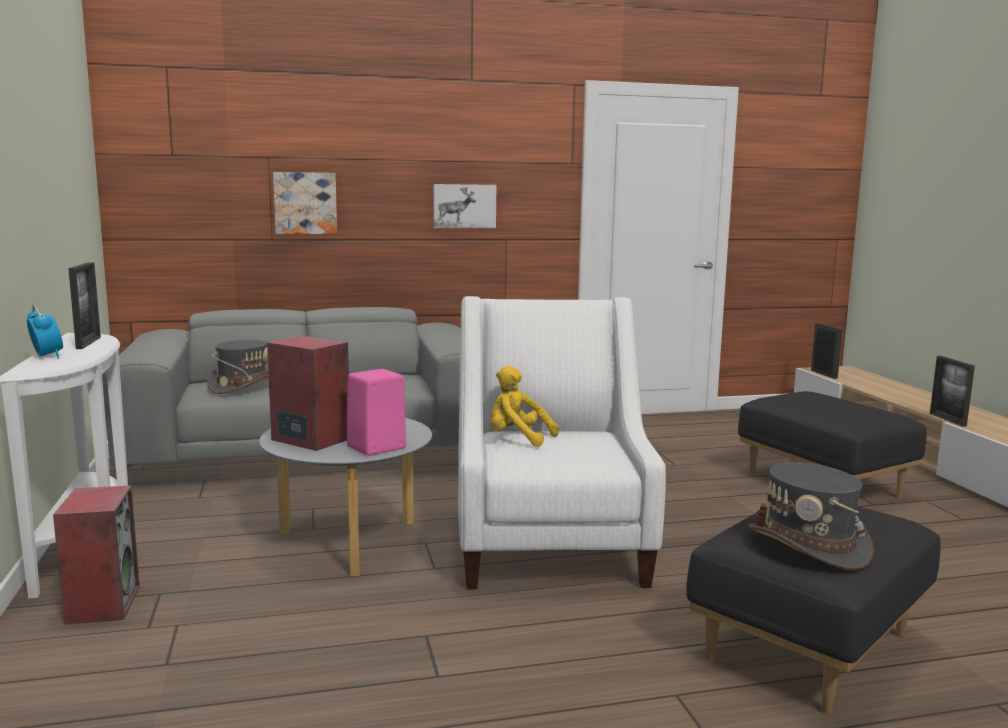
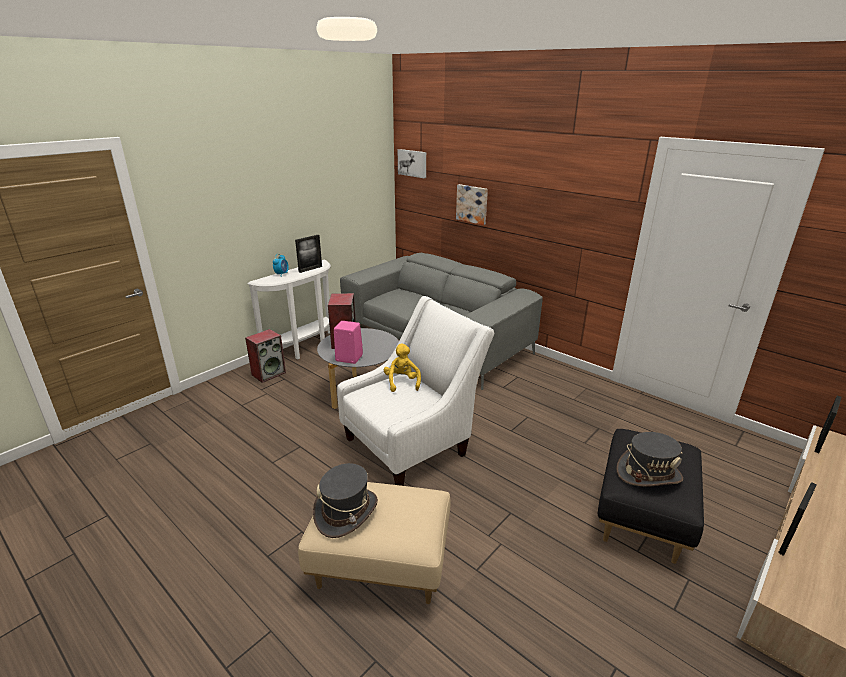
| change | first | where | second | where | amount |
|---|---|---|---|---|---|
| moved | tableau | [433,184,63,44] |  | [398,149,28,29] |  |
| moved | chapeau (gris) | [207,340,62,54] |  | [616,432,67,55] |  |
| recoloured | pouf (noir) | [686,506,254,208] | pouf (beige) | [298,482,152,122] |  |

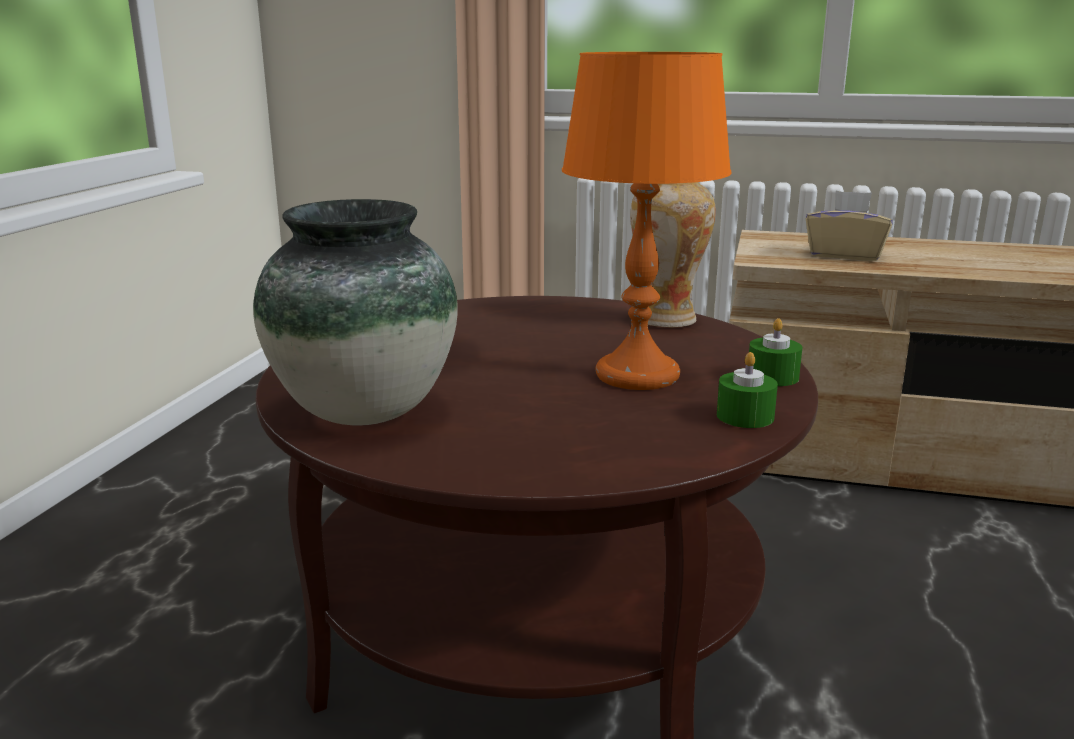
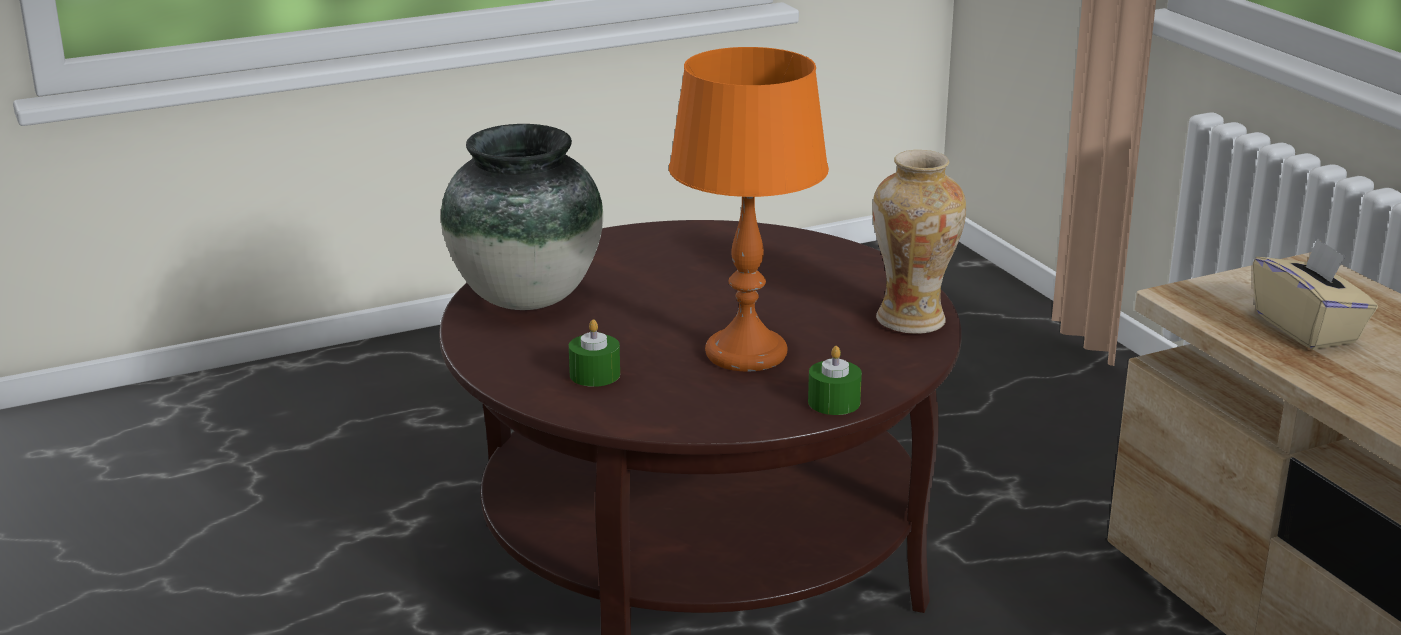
| change | first | where | second | where | amount |
|---|---|---|---|---|---|
| moved | bougie (vert) | [717,352,61,76] |  | [569,319,51,68] |  |

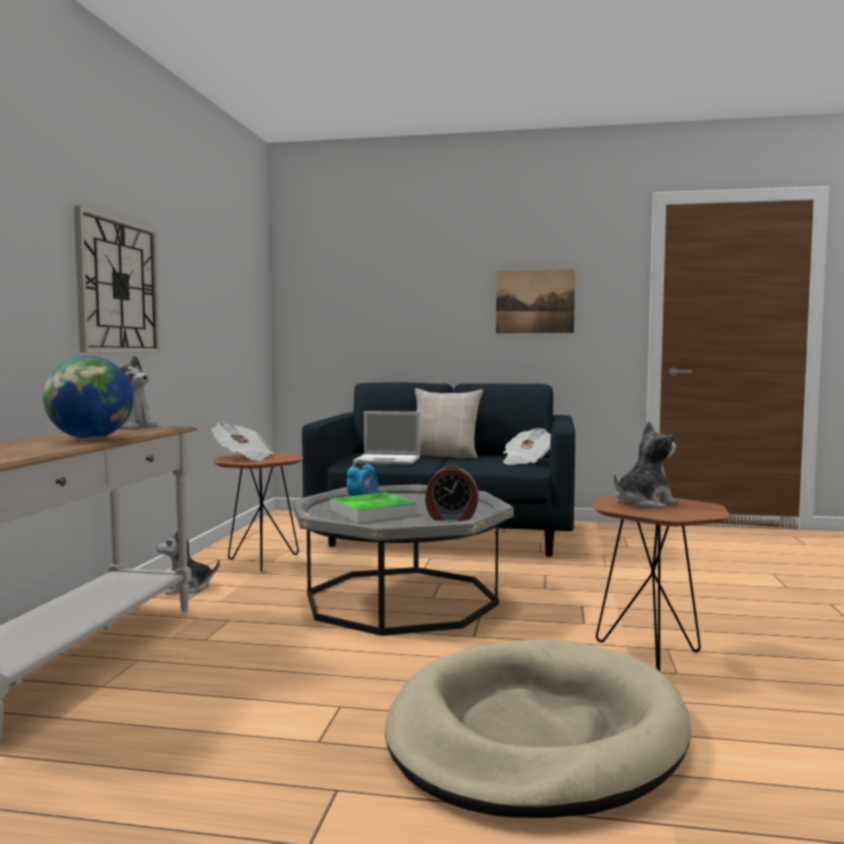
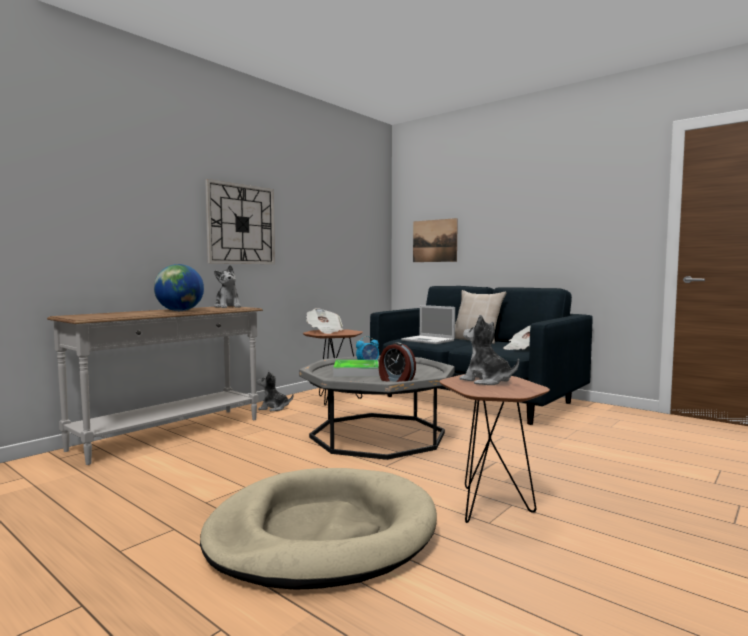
| change | first | where | second | where | amount |
|---|---|---|---|---|---|
| moved | tableau | [496,270,79,63] |  | [413,218,45,44] |  |
| turned | peluche | [614,421,64,87] |  | [460,315,59,70] | 135 degrees counterclockwise |

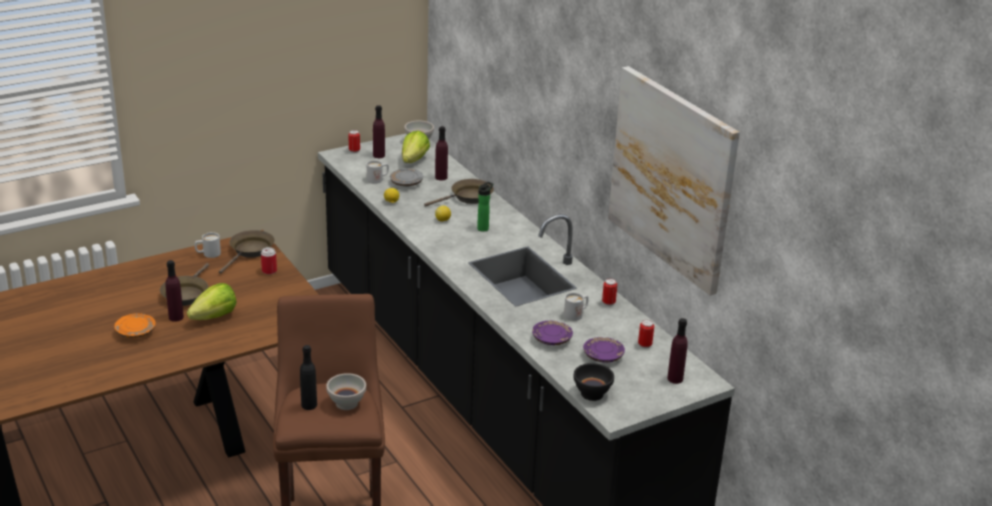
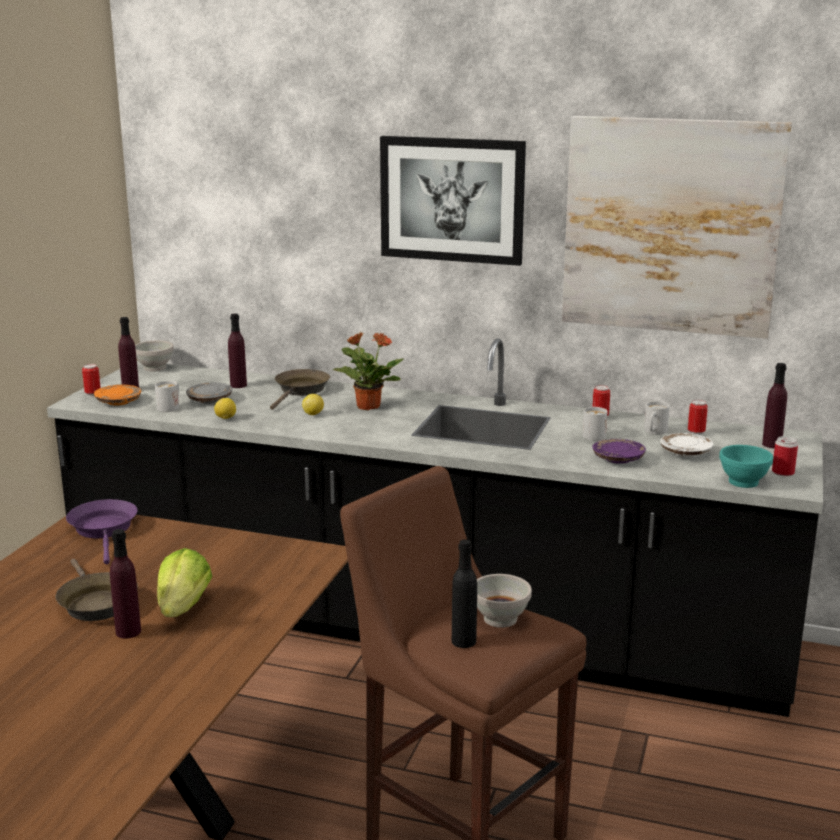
| change | first | where | second | where | amount |
|---|---|---|---|---|---|
| removed | laitue | [402,131,28,32] |  |  |  |
| replaced | bouteille | [477,182,16,50] | plante en pot | [333,332,70,79] |  |
| recoloured | poêle (marron) | [219,230,56,44] | poêle (violet) | [66,499,72,65] |  |
| moved | mug (blanc) | [195,232,26,26] |  | [644,401,26,34] |  |
| moved | boîte métallique | [261,247,16,27] |  | [772,436,26,40] |  |
| moved | assiette (orange) | [114,313,42,25] |  | [94,385,47,21] |  |
| recoloured | assiette (violet) | [583,337,42,26] | assiette (blanc) | [660,433,53,25] |  |
| recoloured | bol (noir) | [573,363,41,38] | bol (turquoise) | [719,445,54,43] |  |
| added |  |  | tableau | [380,136,146,130] |  |

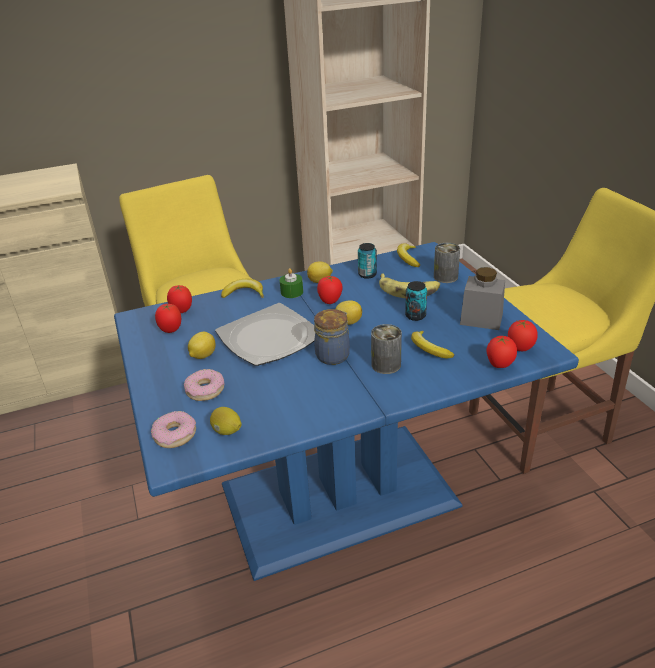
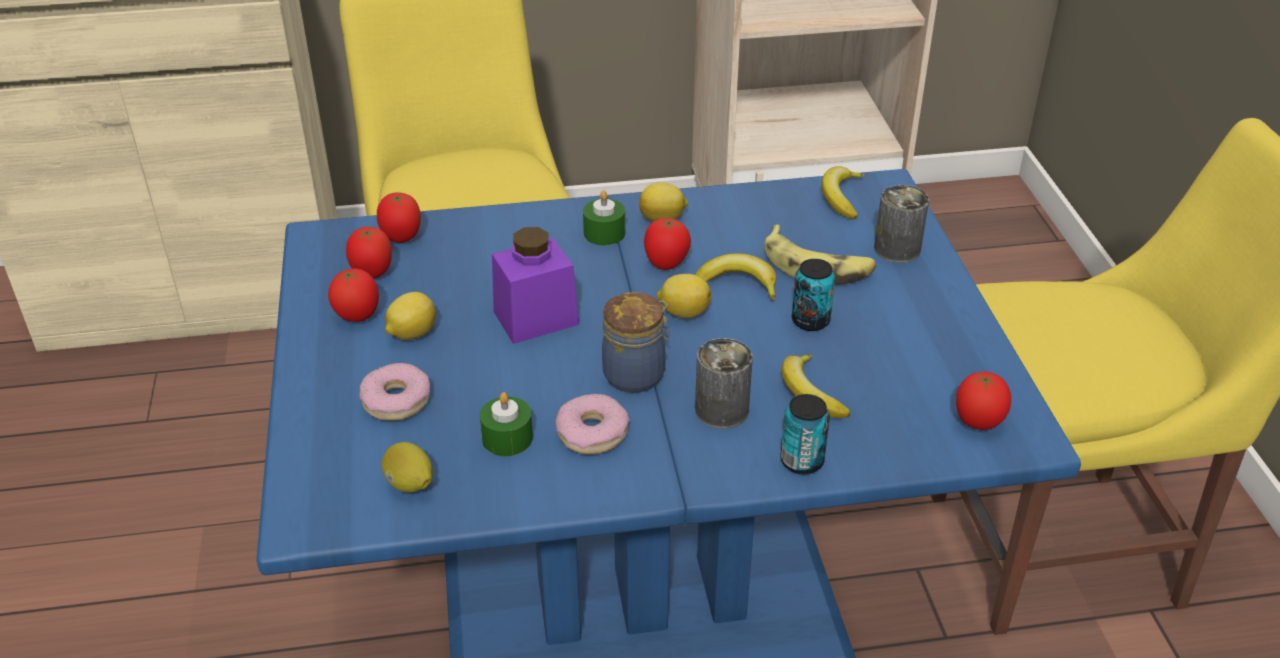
| change | first | where | second | where | amount |
|---|---|---|---|---|---|
| moved | boîte métallique | [358,243,19,36] |  | [780,394,50,80] |  |
| removed | bocal (gris) | [460,267,45,63] |  |  |  |
| moved | banane | [221,279,43,19] |  | [695,253,81,48] |  |
| replaced | assiette | [215,303,100,63] | bocal (violet) | [492,227,87,117] |  |
| moved | tomate | [487,336,30,32] |  | [328,269,51,53] |  |
| moved | beignet | [151,411,45,37] |  | [556,394,73,61] |  |
| added |  |  | bougie (vert) | [479,392,54,64] |  |

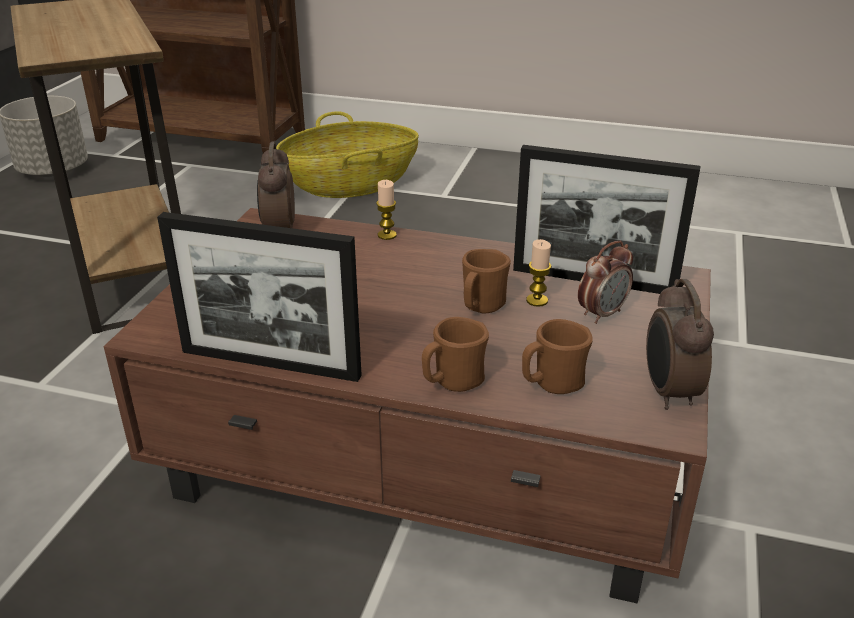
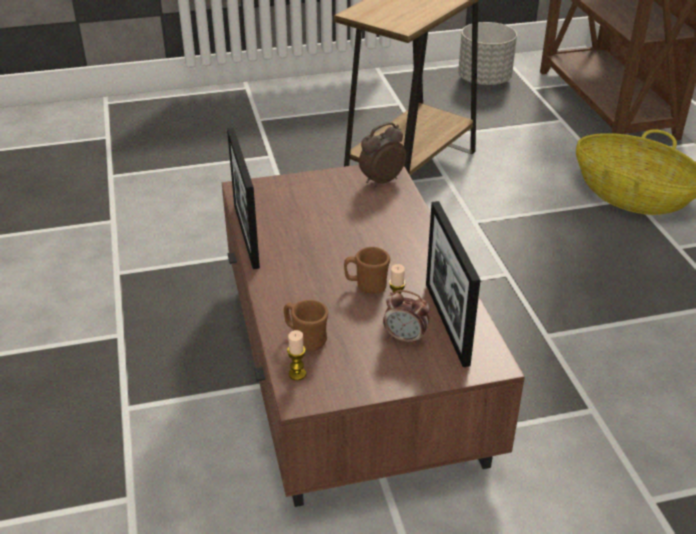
| change | first | where | second | where | amount |
|---|---|---|---|---|---|
| moved | bougie | [376,180,21,60] |  | [287,330,19,50] |  |
| removed | réveil | [646,279,68,131] |  |  |  |
| removed | mug (marron) | [422,317,67,75] |  |  |  |

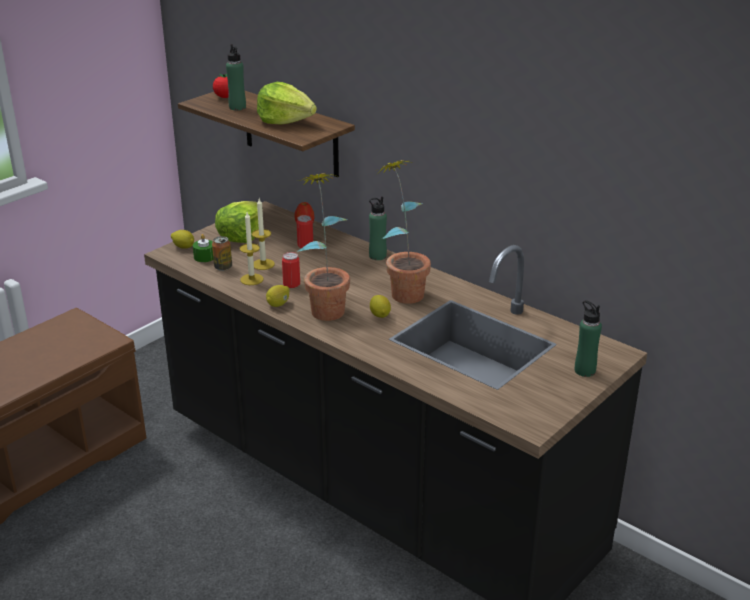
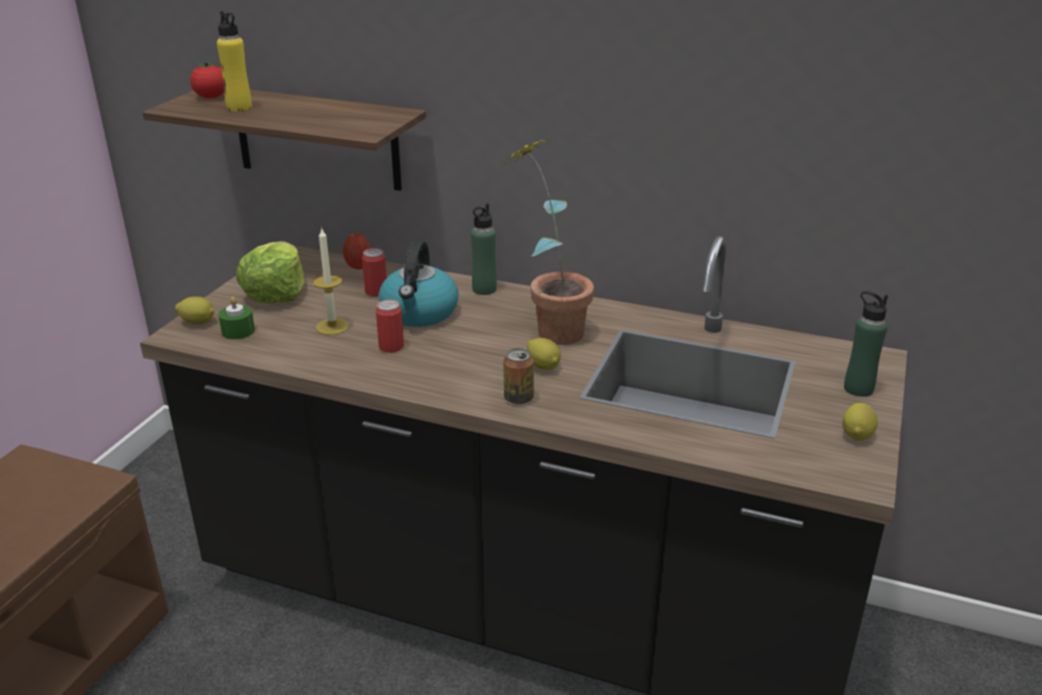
| change | first | where | second | where | amount |
|---|---|---|---|---|---|
| recoloured | bouteille (vert) | [226,44,20,66] | bouteille (jaune) | [217,11,35,100] |  |
| removed | laitue | [257,82,60,43] |  |  |  |
| removed | plante en pot | [298,173,52,148] |  |  |  |
| removed | bougie | [240,212,23,73] |  |  |  |
| moved | boîte métallique | [212,236,20,35] |  | [503,348,31,57] |  |
| moved | citron | [266,285,24,22] |  | [842,403,36,38] |  |
| added |  |  | bouilloire | [378,240,80,87] |  |

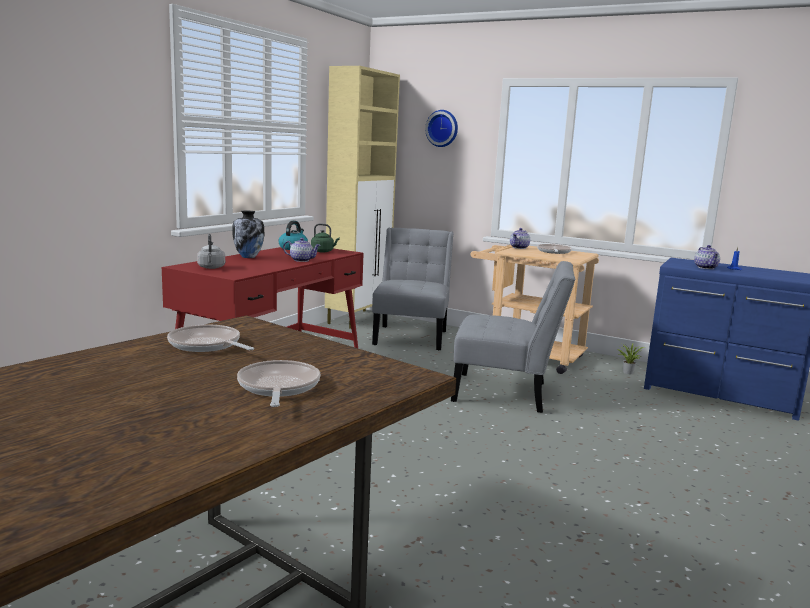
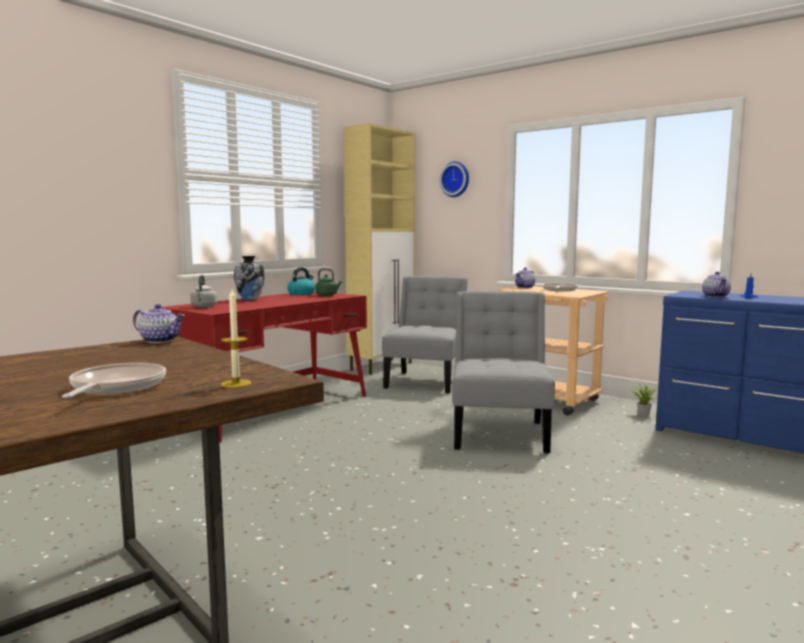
| change | first | where | second | where | amount |
|---|---|---|---|---|---|
| moved | théière | [283,238,38,24] |  | [133,304,52,39] |  |
| turned | chaise (gris) | [451,261,124,152] |  | [452,291,103,162] | 105 degrees counterclockwise |
| removed | poêle | [167,325,87,27] |  |  |  |
| added |  |  | bougie | [221,289,31,99] |  |

